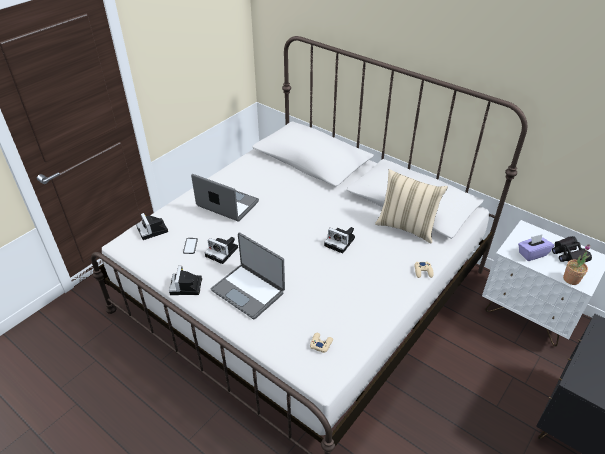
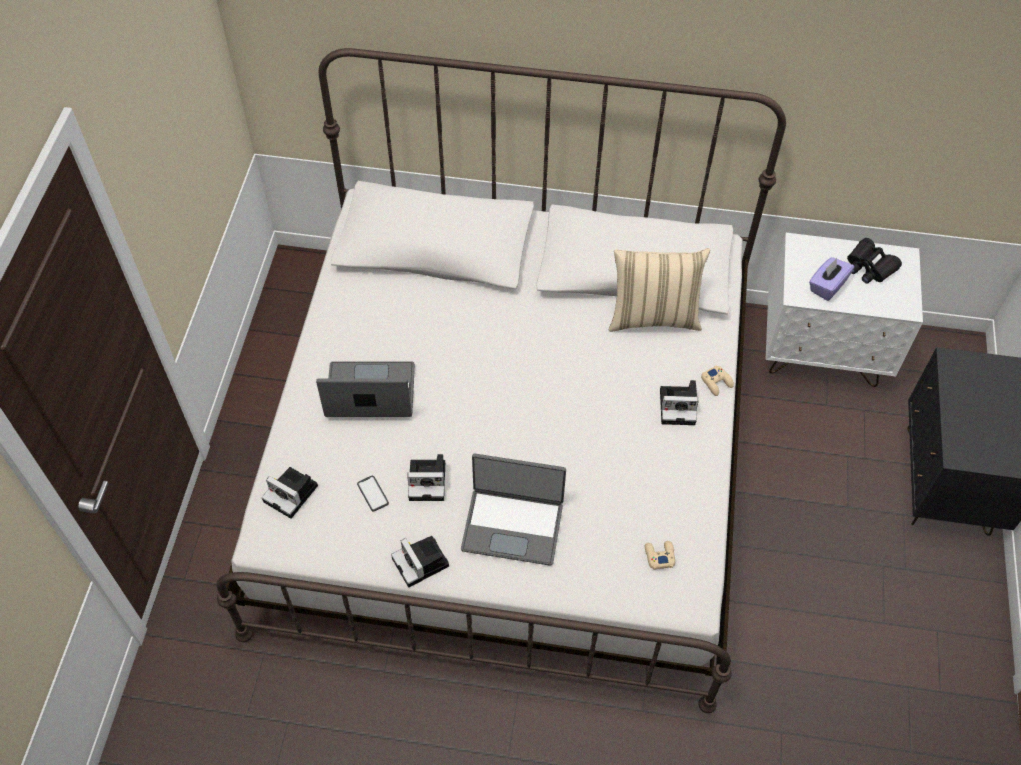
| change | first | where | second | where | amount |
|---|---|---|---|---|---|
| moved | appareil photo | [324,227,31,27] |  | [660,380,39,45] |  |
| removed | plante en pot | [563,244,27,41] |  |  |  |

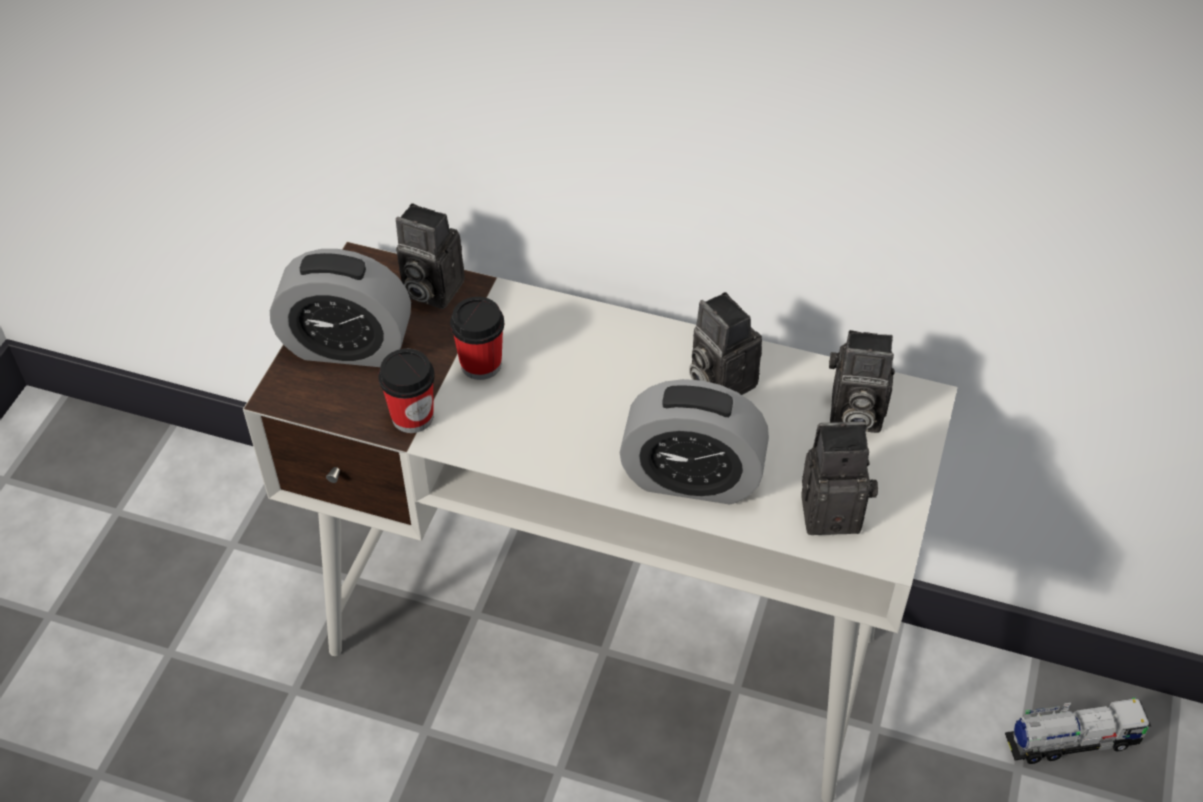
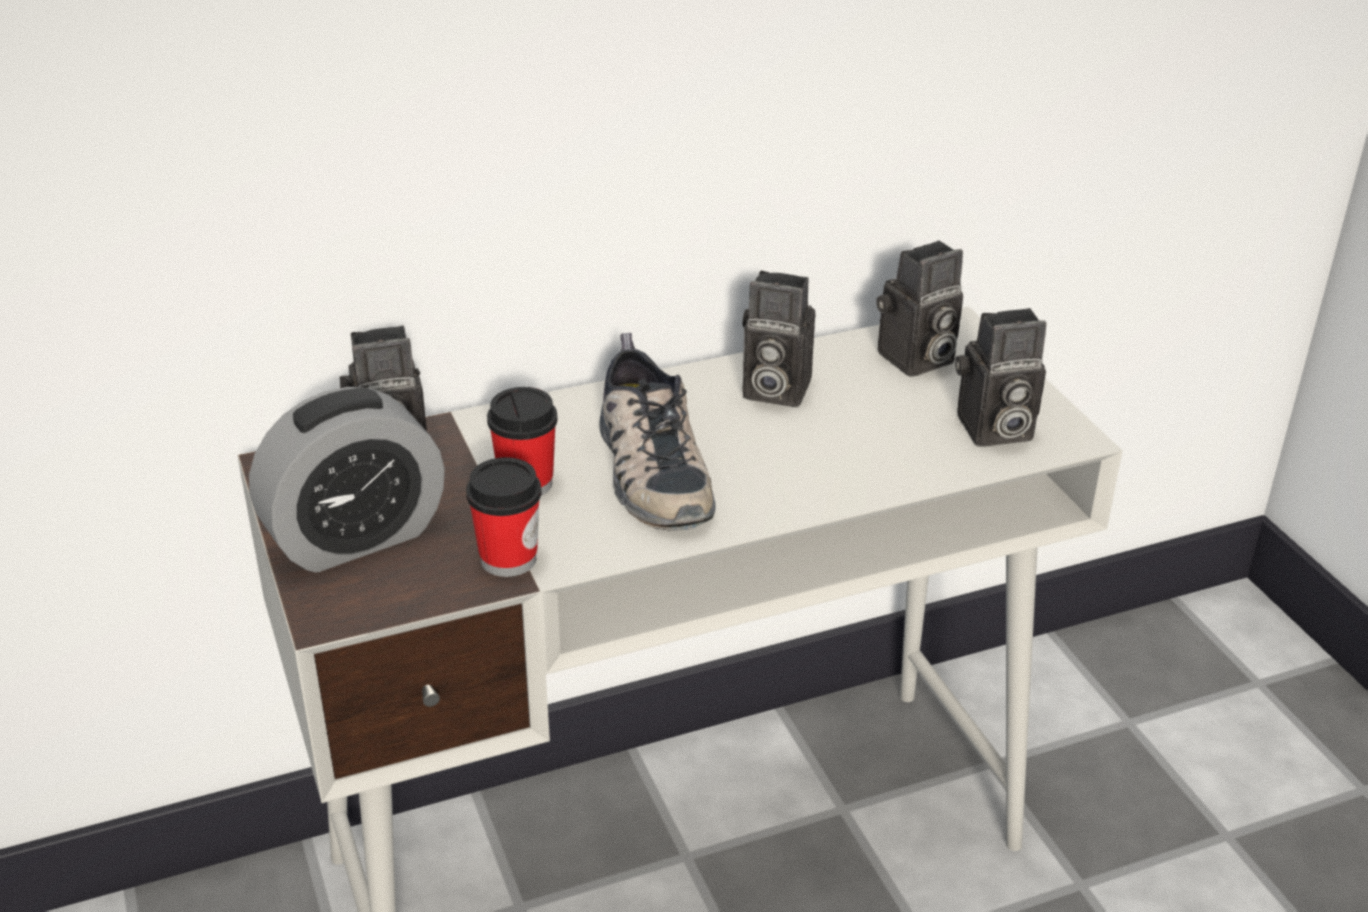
| change | first | where | second | where | amount |
|---|---|---|---|---|---|
| removed | réveil | [620,379,149,125] |  |  |  |
| turned | appareil photo | [801,422,77,113] |  | [955,308,92,139] | 150 degrees counterclockwise |
| removed | camion jouet | [1005,698,146,66] |  |  |  |
| added |  |  | chaussure | [599,333,116,197] |  |

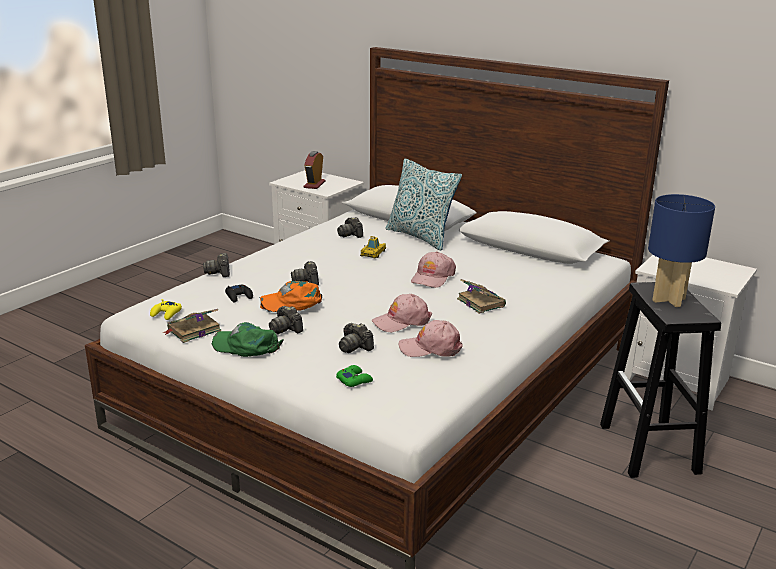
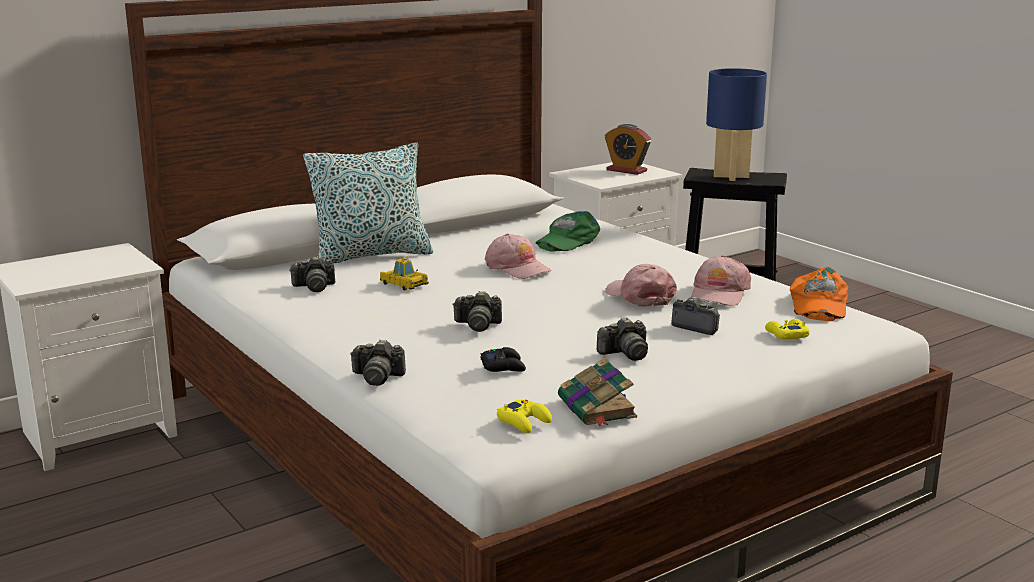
| change | first | where | second | where | amount |
|---|---|---|---|---|---|
| moved | réveil | [304,151,22,38] |  | [605,124,46,51] |  |
| removed | livre | [457,279,49,35] |  |  |  |
| moved | casquette (orange) | [260,281,62,31] |  | [790,267,58,54] |  |
| turned | casquette (rose) | [372,294,60,38] |  | [605,264,72,43] | 150 degrees clockwise |
| moved | casquette (vert) | [212,322,72,35] |  | [535,211,65,41] |  |
| turned | appareil photo | [339,323,35,30] |  | [671,297,49,38] | 120 degrees counterclockwise |
| recoloured | manette (vert) | [336,365,37,22] | manette (jaune) | [765,319,45,21] |  |

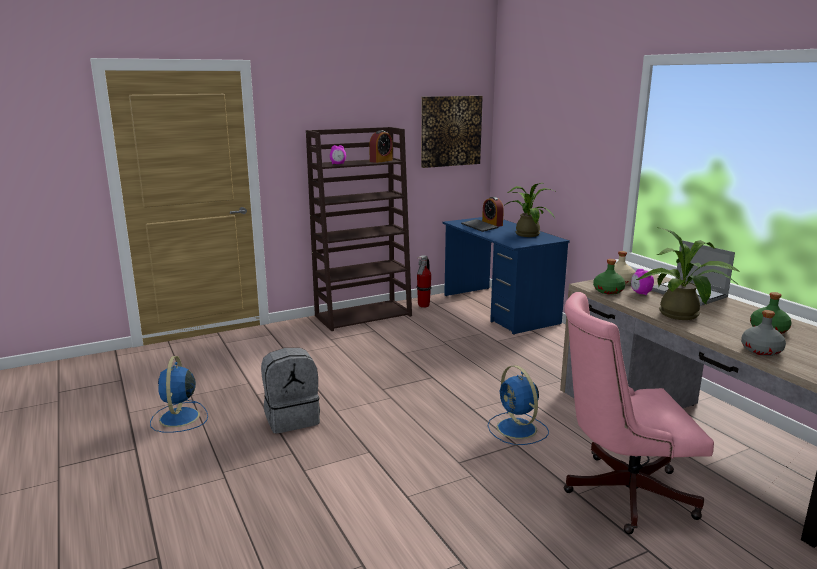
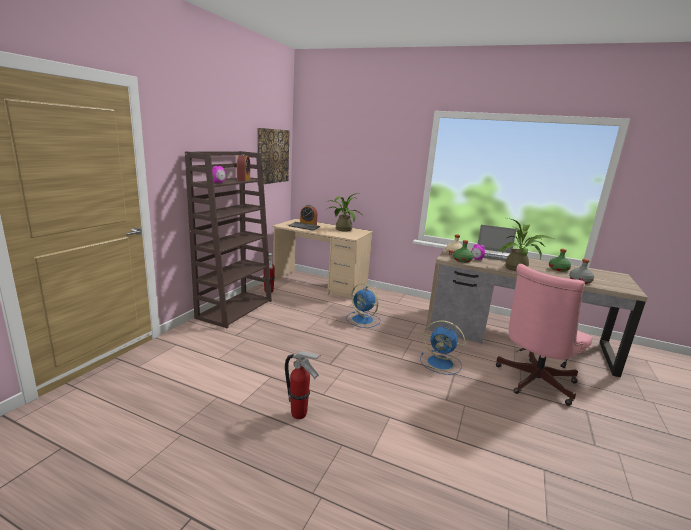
| change | first | where | second | where | amount |
|---|---|---|---|---|---|
| recoloured | bureau (bleu) | [442,217,128,118] | bureau (beige) | [272,219,101,79] |  |
| replaced | sac à dos (gris) | [261,348,59,86] | extincteur | [285,351,36,68] |  |
| moved | ventilateur (bleu) | [150,356,58,77] |  | [346,283,35,45] |  |

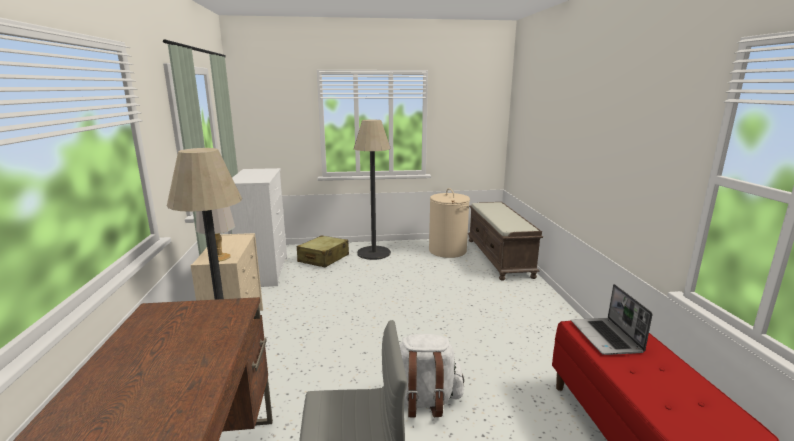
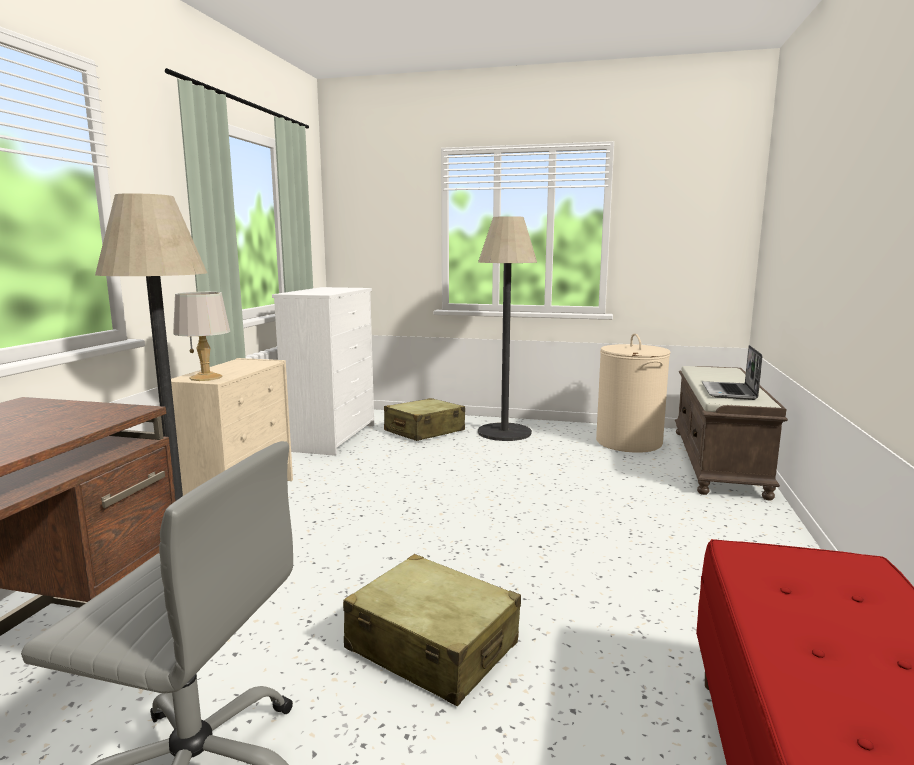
| change | first | where | second | where | amount |
|---|---|---|---|---|---|
| moved | ordinateur portable | [571,284,81,71] |  | [702,345,60,55] |  |
| replaced | sac à dos (blanc) | [400,334,64,84] | valise (beige) | [343,554,178,152] |  |

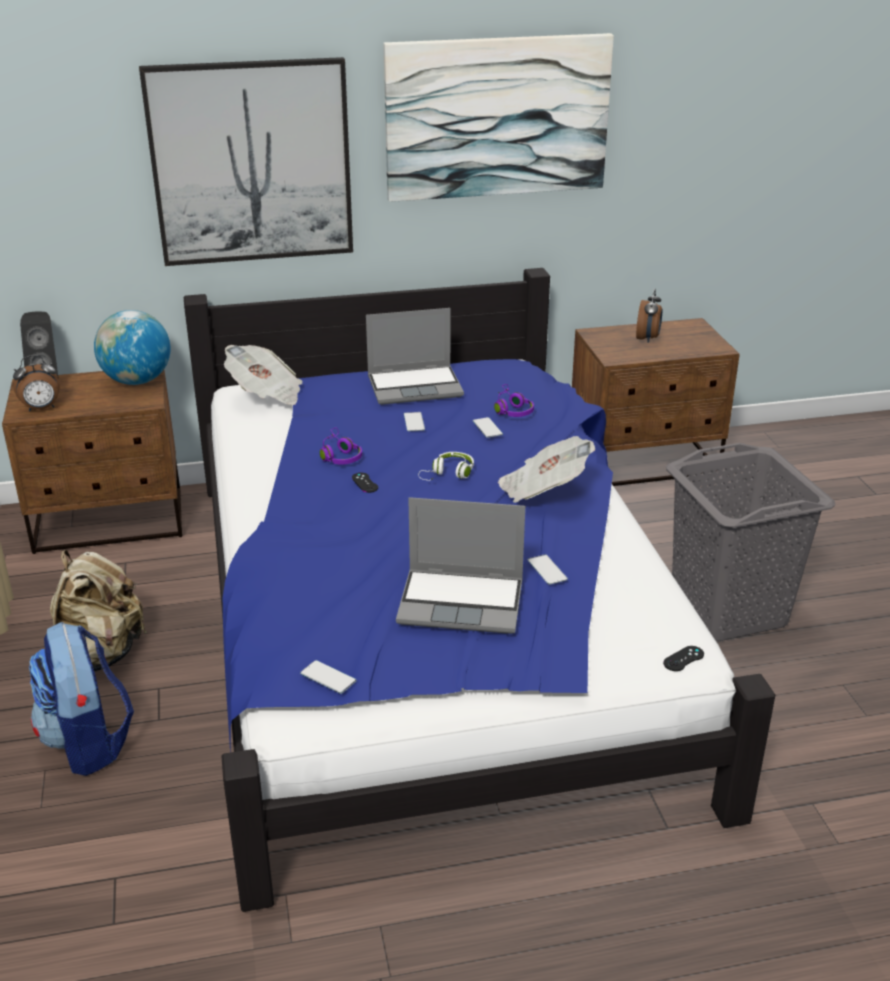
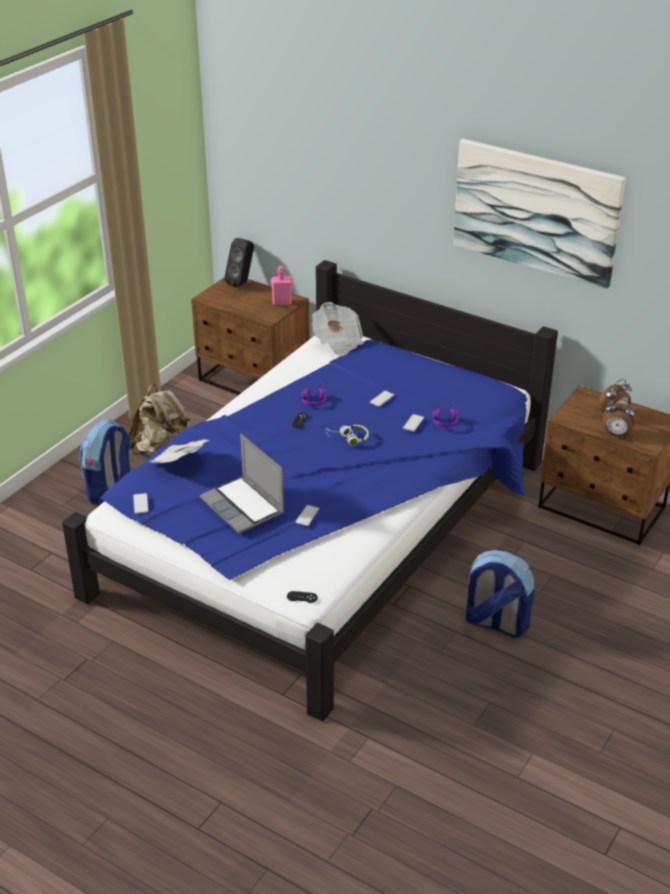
| change | first | where | second | where | amount |
|---|---|---|---|---|---|
| removed | tableau | [139,57,214,209] |  |  |  |
| removed | ordinateur portable | [366,308,98,97] |  |  |  |
| replaced | globe | [94,310,76,75] | bouteille (rose) | [271,266,21,39] |  |
| moved | réveil | [13,355,47,57] |  | [603,398,34,39] |  |
| moved | journal | [498,436,97,67] |  | [149,439,60,24] |  |
| replaced | panier à linge (gris) | [666,443,169,198] | sac à dos | [466,550,68,88] |  |

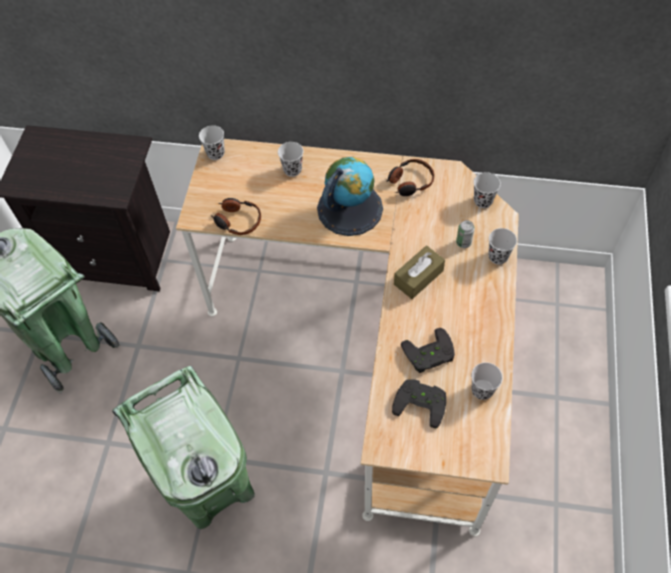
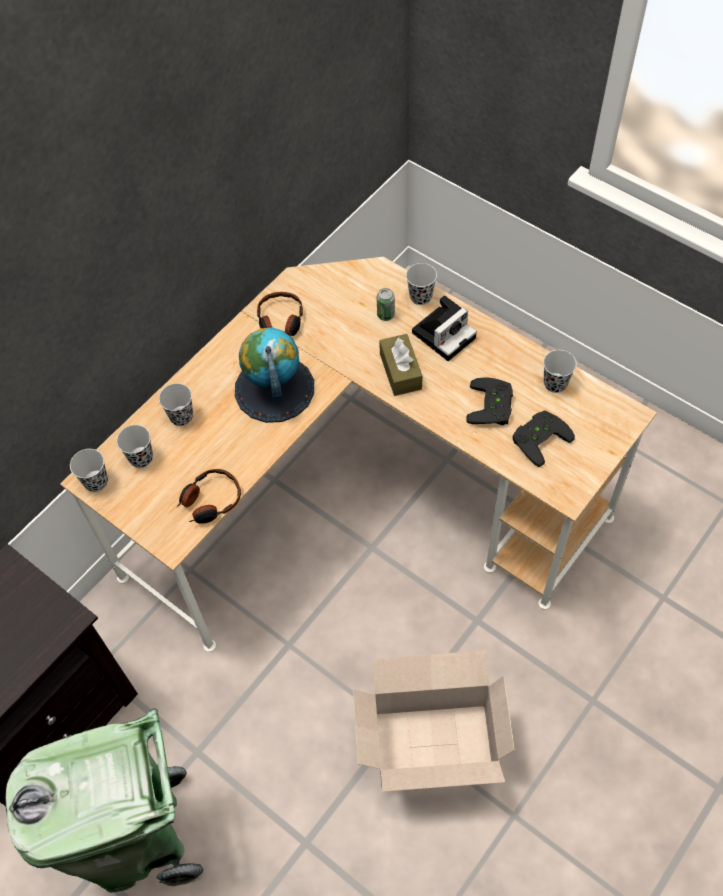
| change | first | where | second | where | amount |
|---|---|---|---|---|---|
| moved | tasse (noir) | [474,172,27,36] |  | [117,425,36,43] |  |
| replaced | poubelle (vert) | [112,366,143,163] | carton | [353,650,162,142] |  |
| added |  |  | appareil photo | [412,295,65,66] |  |

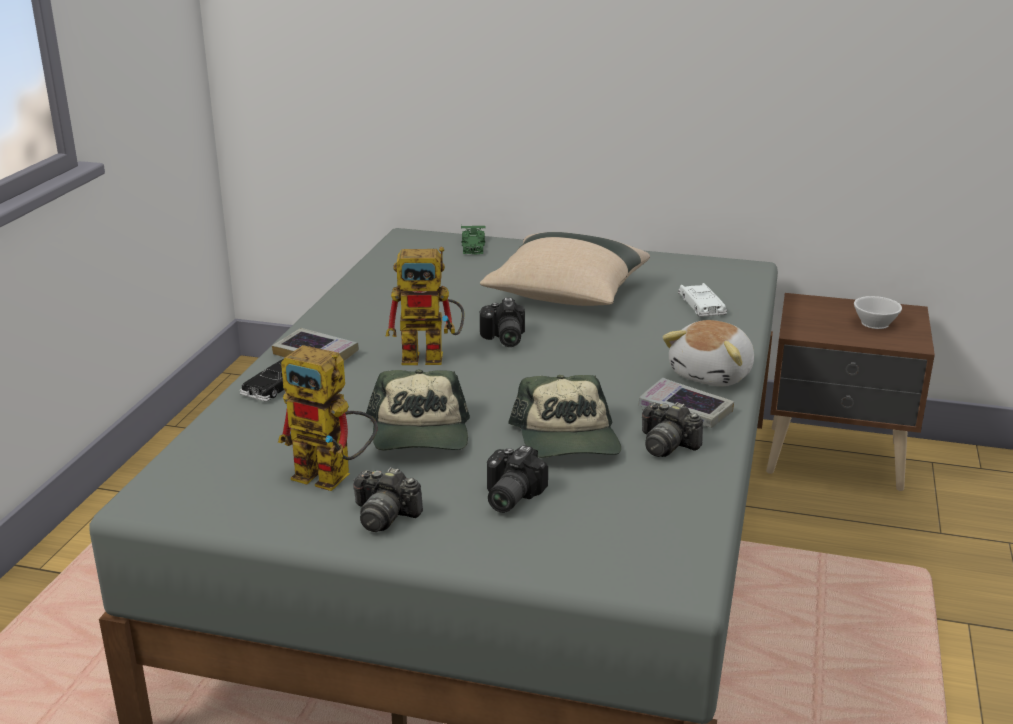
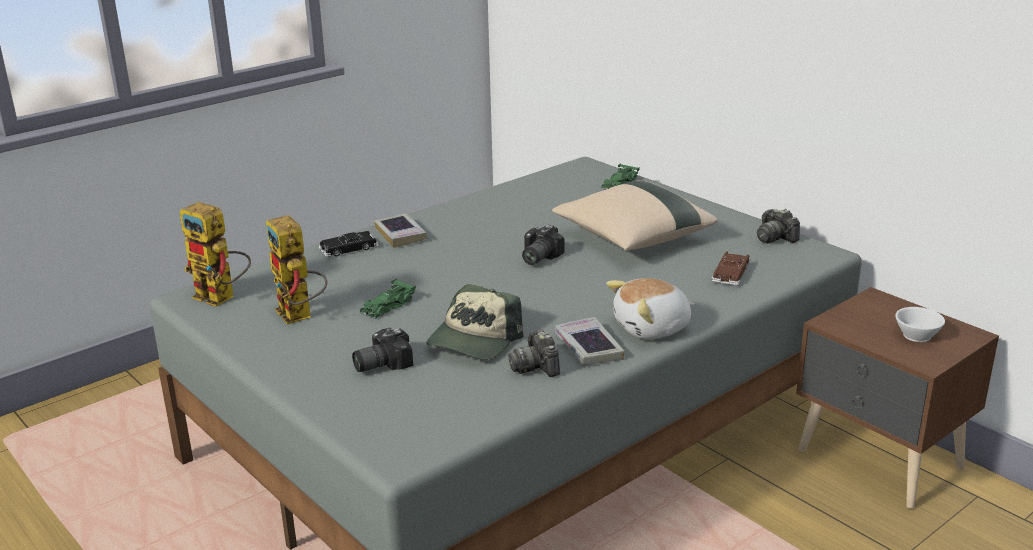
| change | first | where | second | where | amount |
|---|---|---|---|---|---|
| moved | robot jouet | [386,246,79,119] |  | [180,202,71,105] |  |
| recoloured | petite voiture (blanc) | [678,283,49,34] | petite voiture (marron) | [711,251,40,34] |  |
| replaced | casquette | [366,369,104,82] | petite voiture (vert) | [360,278,56,40] |  |
| moved | appareil photo | [353,467,70,65] |  | [757,209,43,34] |  |

